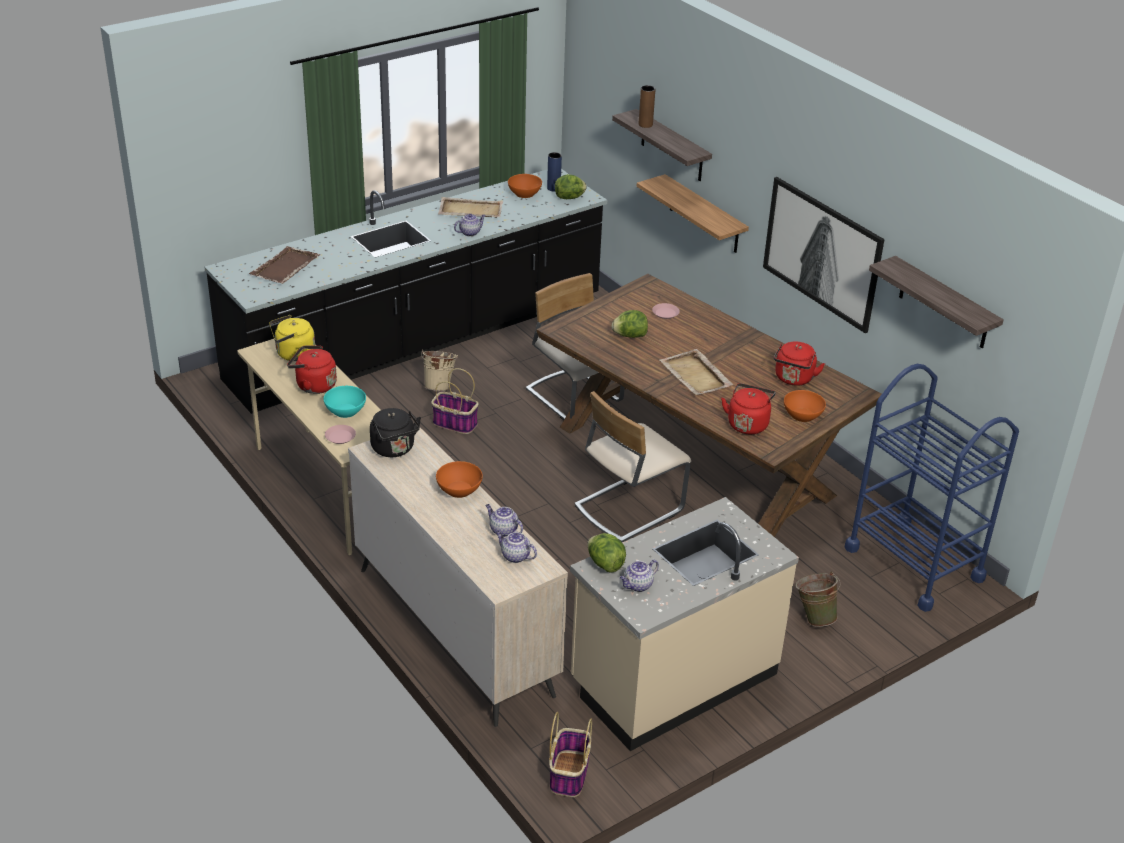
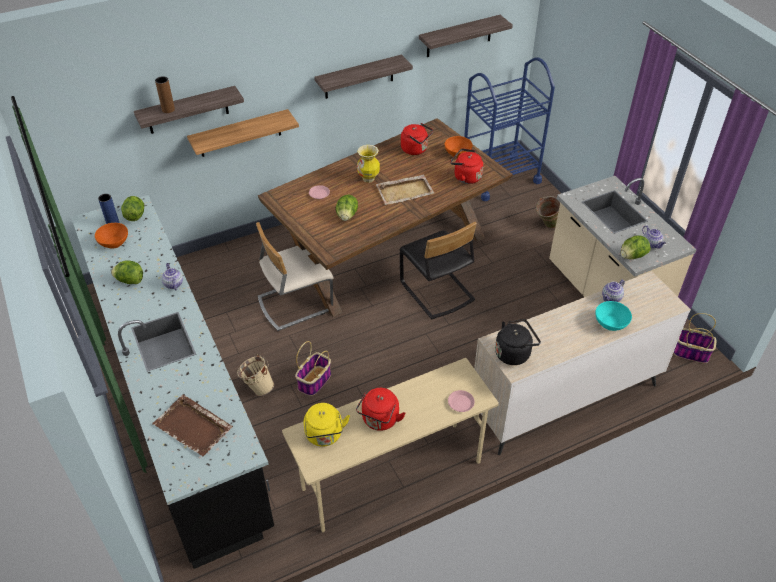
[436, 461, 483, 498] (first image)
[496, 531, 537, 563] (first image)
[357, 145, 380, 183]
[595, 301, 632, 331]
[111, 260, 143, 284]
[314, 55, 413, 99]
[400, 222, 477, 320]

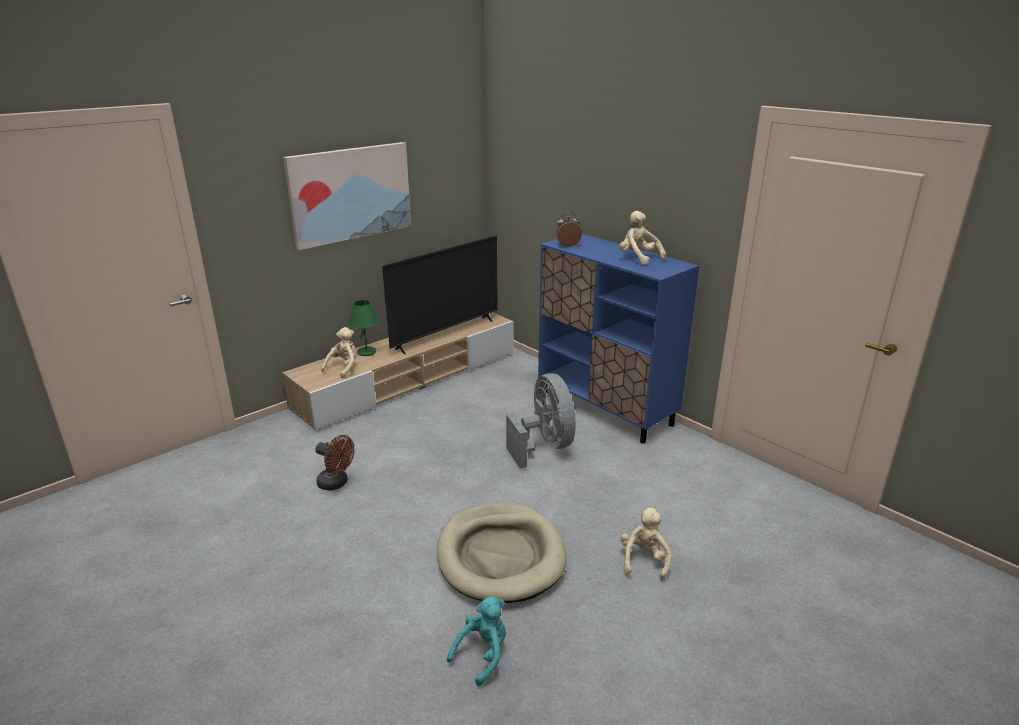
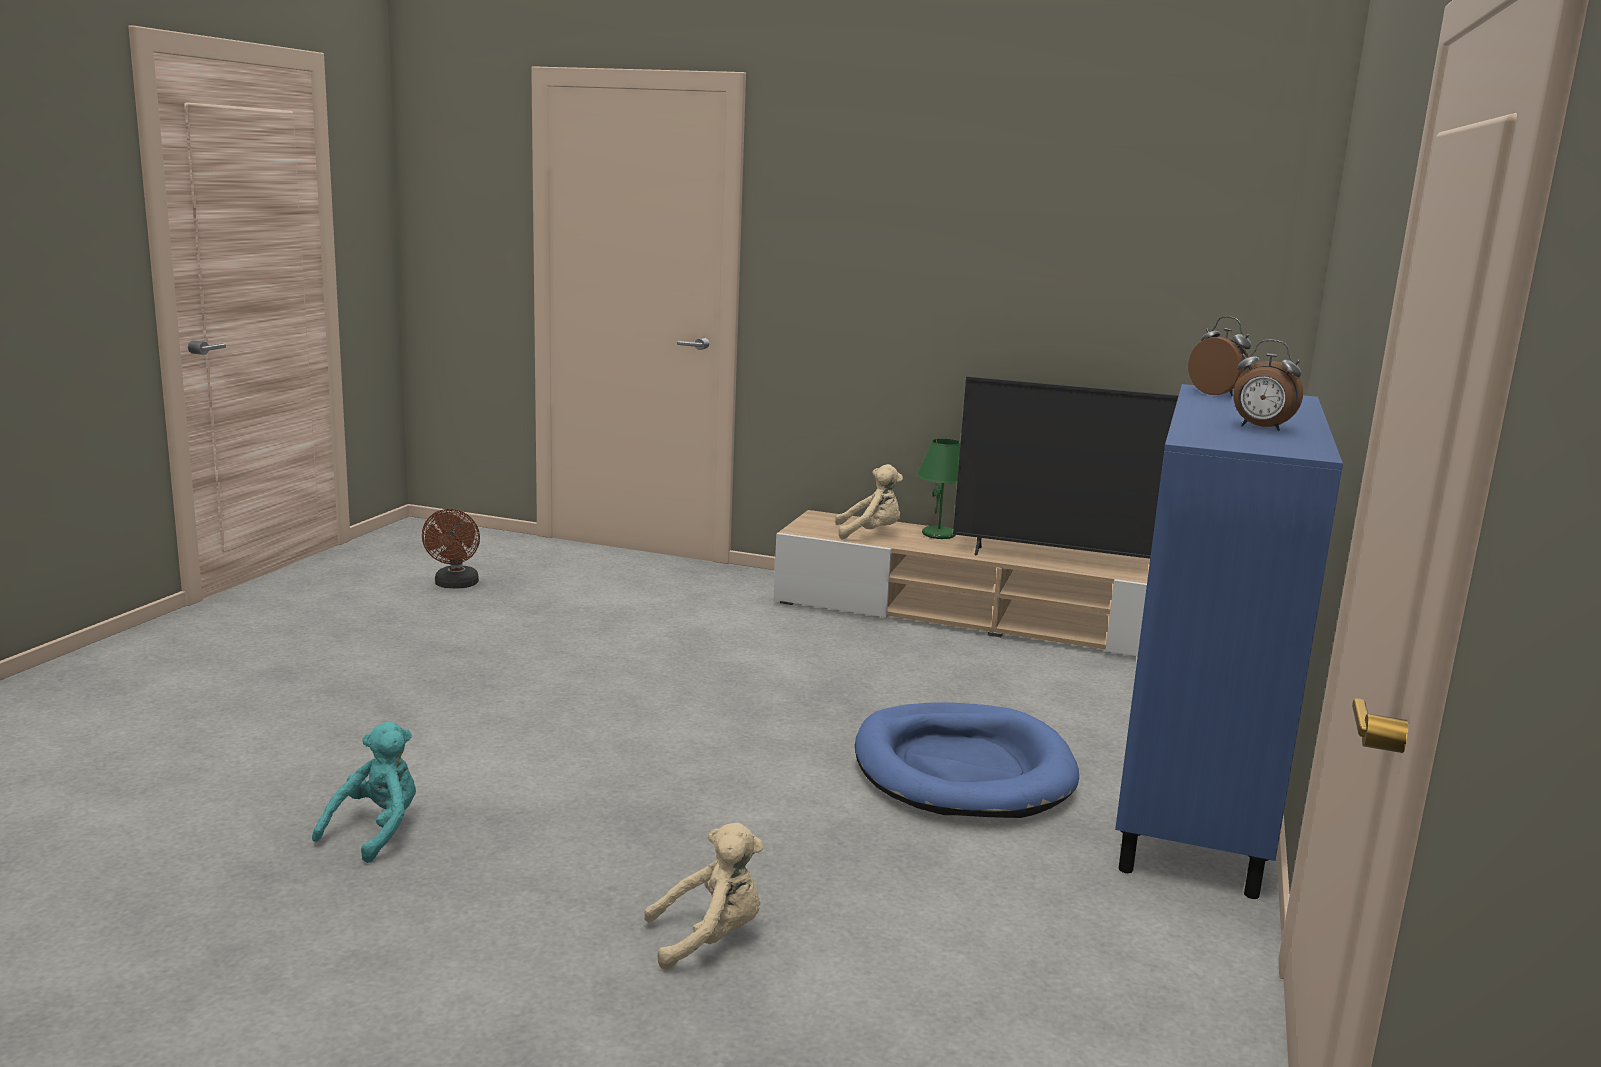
[283, 142, 411, 250] (first image)
[437, 503, 567, 603] (first image)
[422, 509, 480, 589]
[855, 702, 1079, 818]
[1233, 340, 1303, 431]
[312, 722, 416, 863]

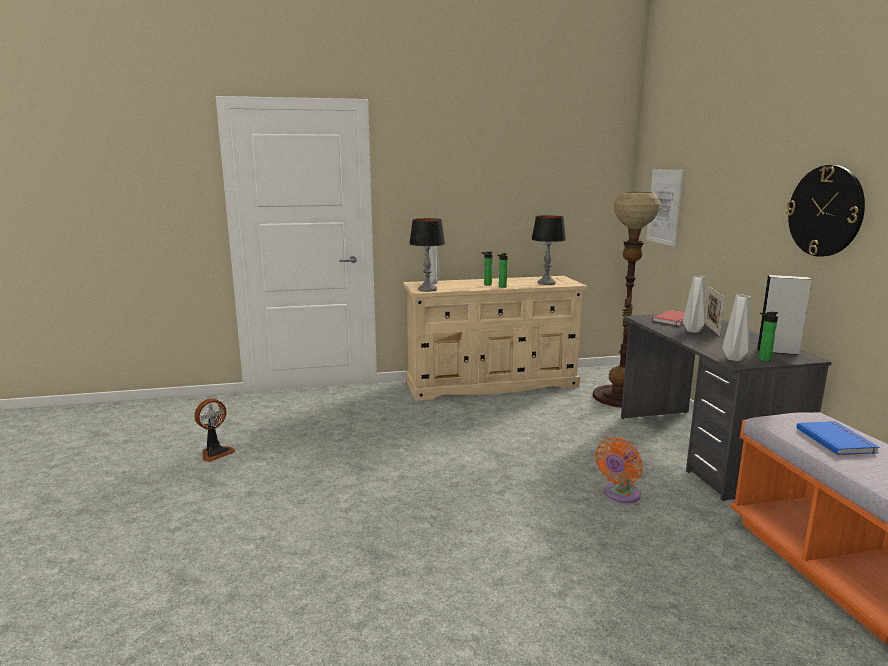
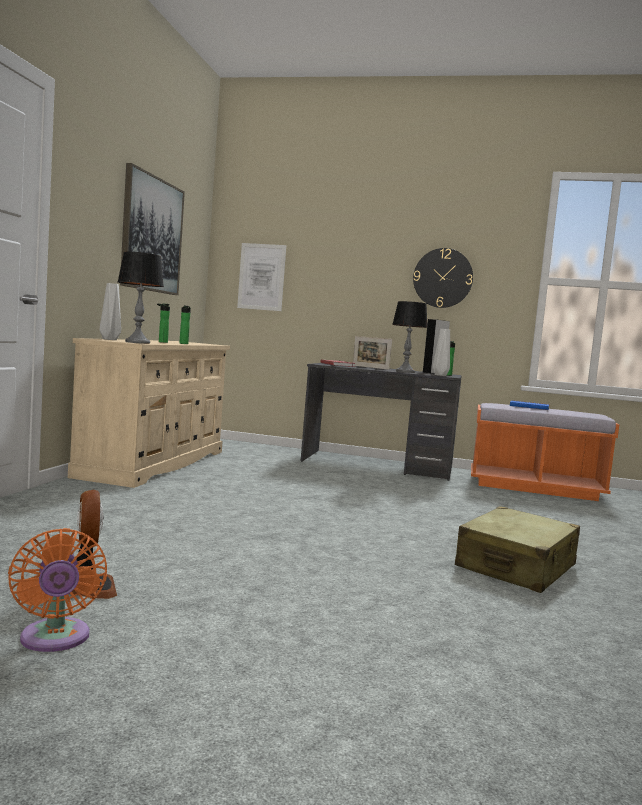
[593, 192, 660, 408] (first image)
[683, 276, 706, 333] (first image)
[120, 163, 185, 295]
[455, 506, 580, 593]
[392, 301, 428, 373]
[8, 528, 107, 652]

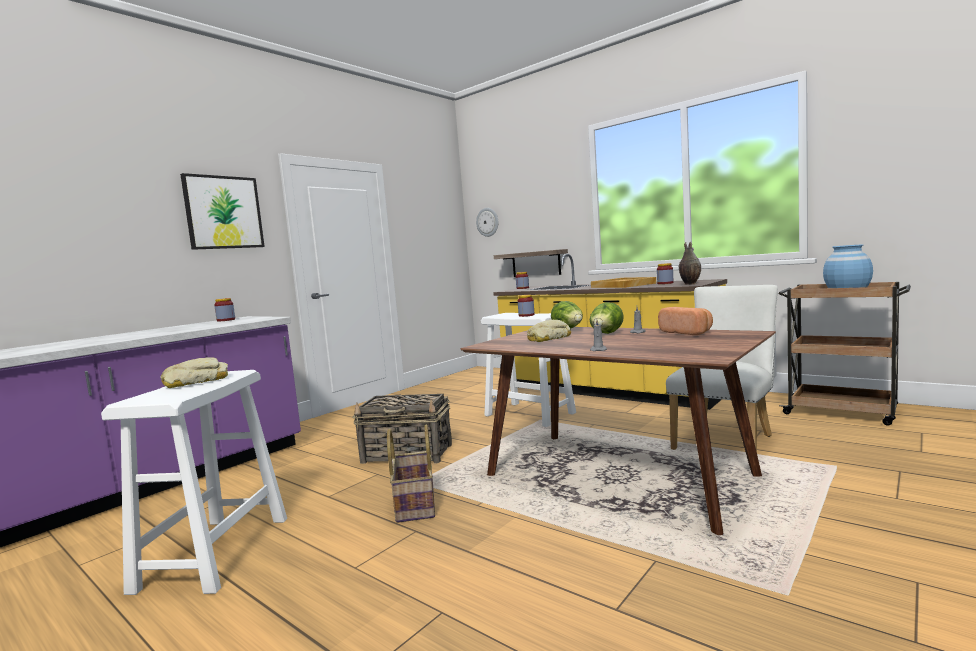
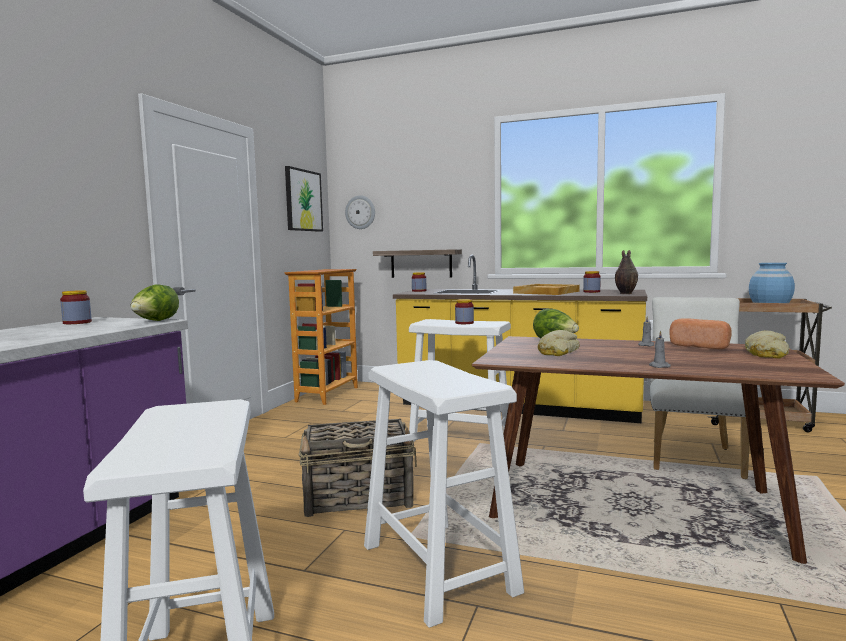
[284, 269, 358, 405]
[745, 330, 789, 358]
[285, 166, 323, 232]
[130, 284, 179, 321]
[364, 360, 524, 628]

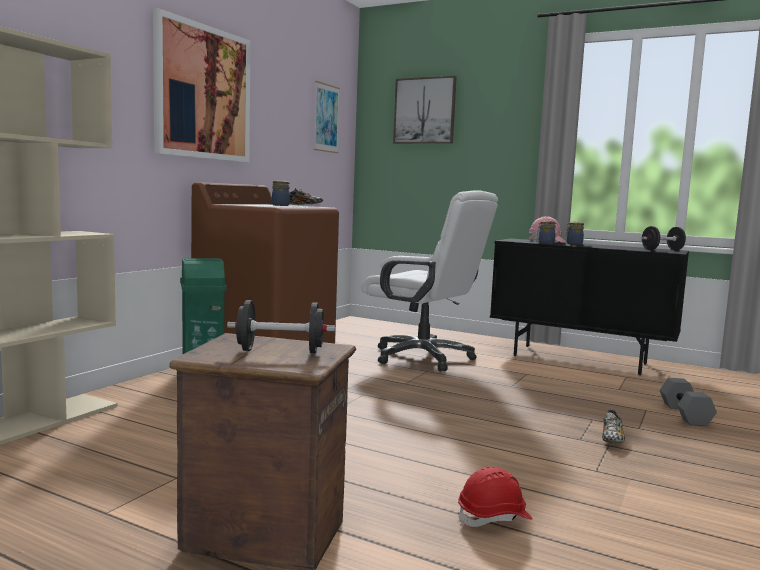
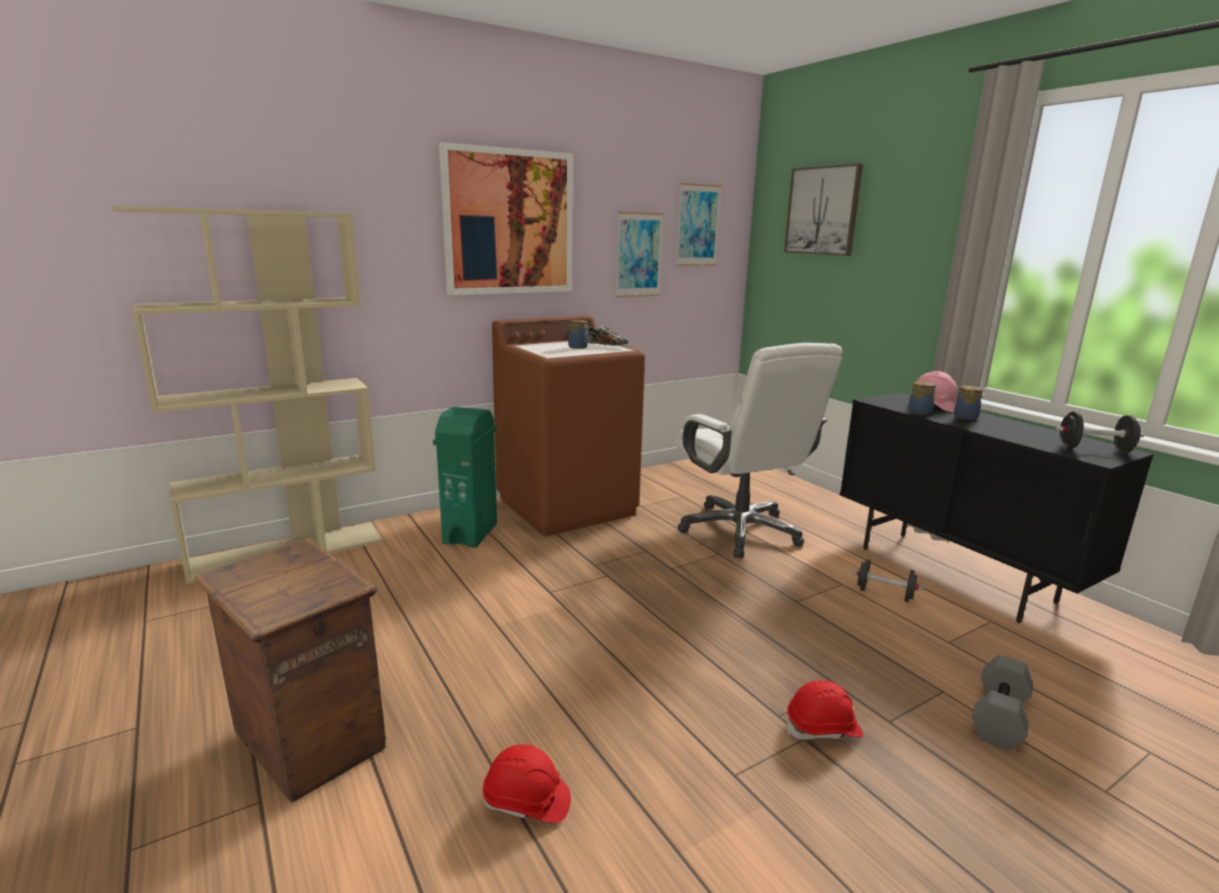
[615, 212, 663, 297]
[852, 559, 924, 602]
[786, 680, 863, 740]

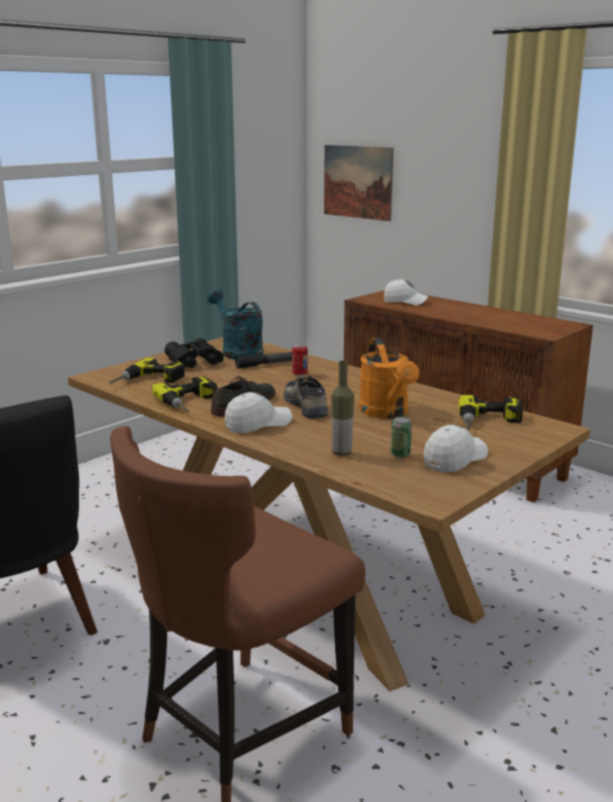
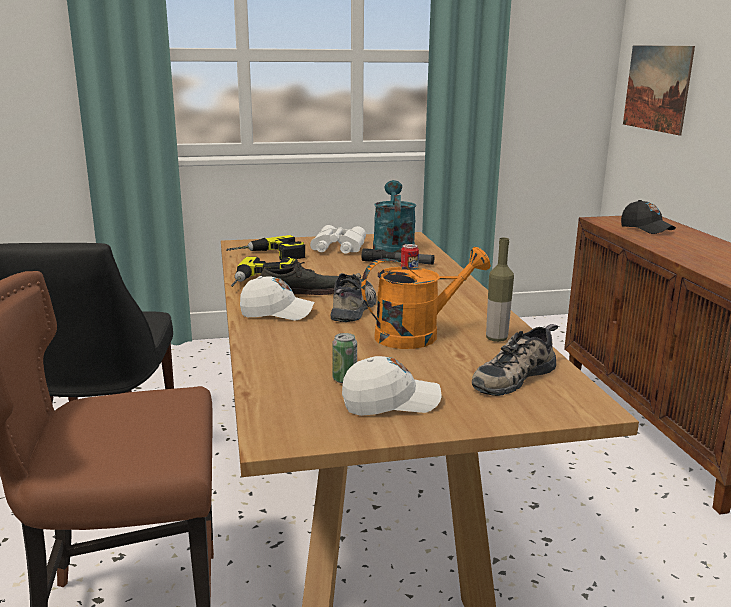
[486, 238, 514, 342]
[472, 324, 558, 396]
[310, 225, 366, 254]
[621, 200, 676, 234]
[361, 247, 491, 349]

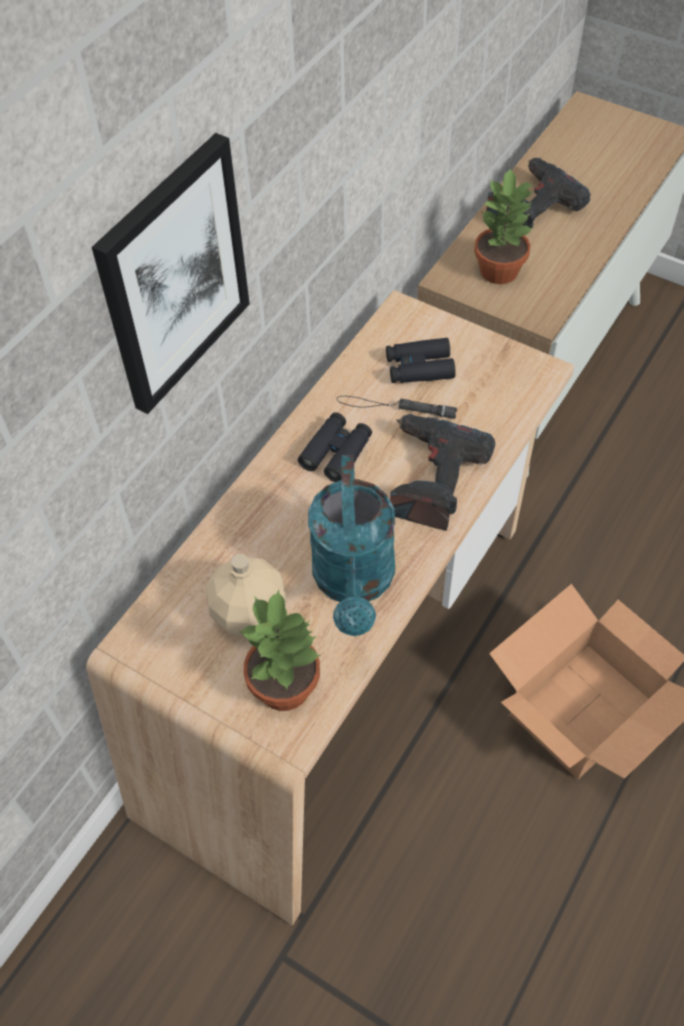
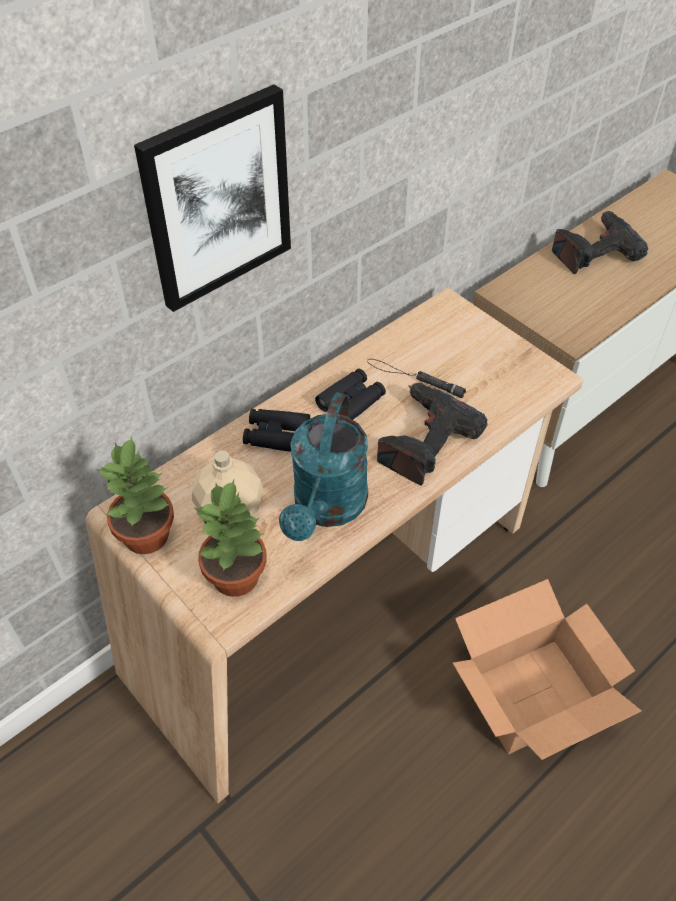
[243, 409, 310, 452]
[97, 437, 174, 554]

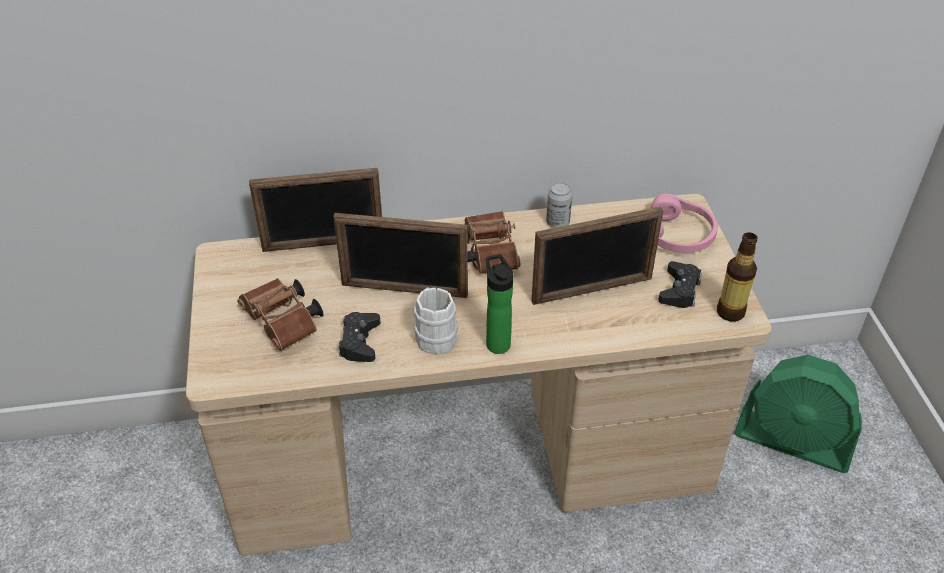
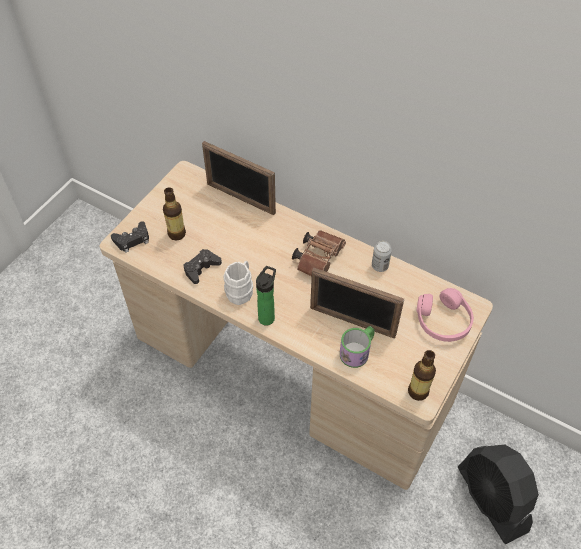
[333, 213, 468, 298] (first image)
[340, 326, 375, 368]
[111, 221, 149, 253]
[163, 187, 186, 240]
[458, 445, 539, 544]

